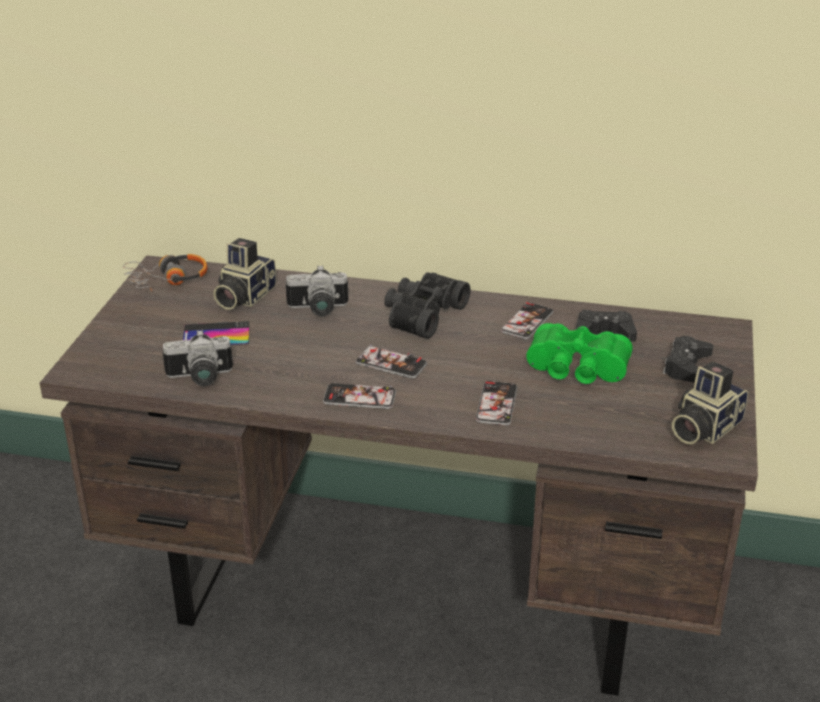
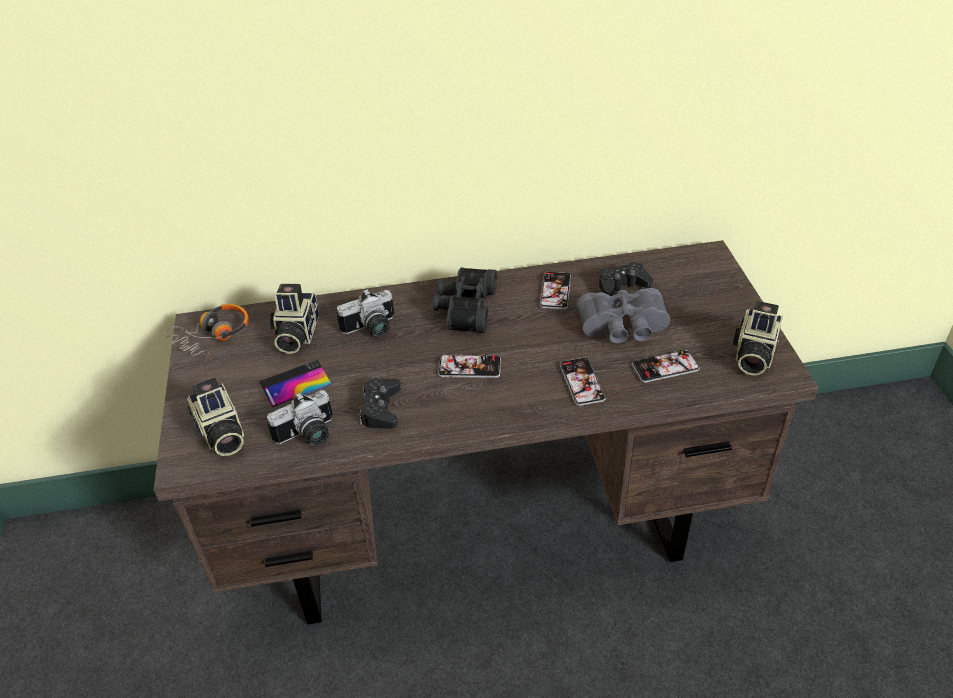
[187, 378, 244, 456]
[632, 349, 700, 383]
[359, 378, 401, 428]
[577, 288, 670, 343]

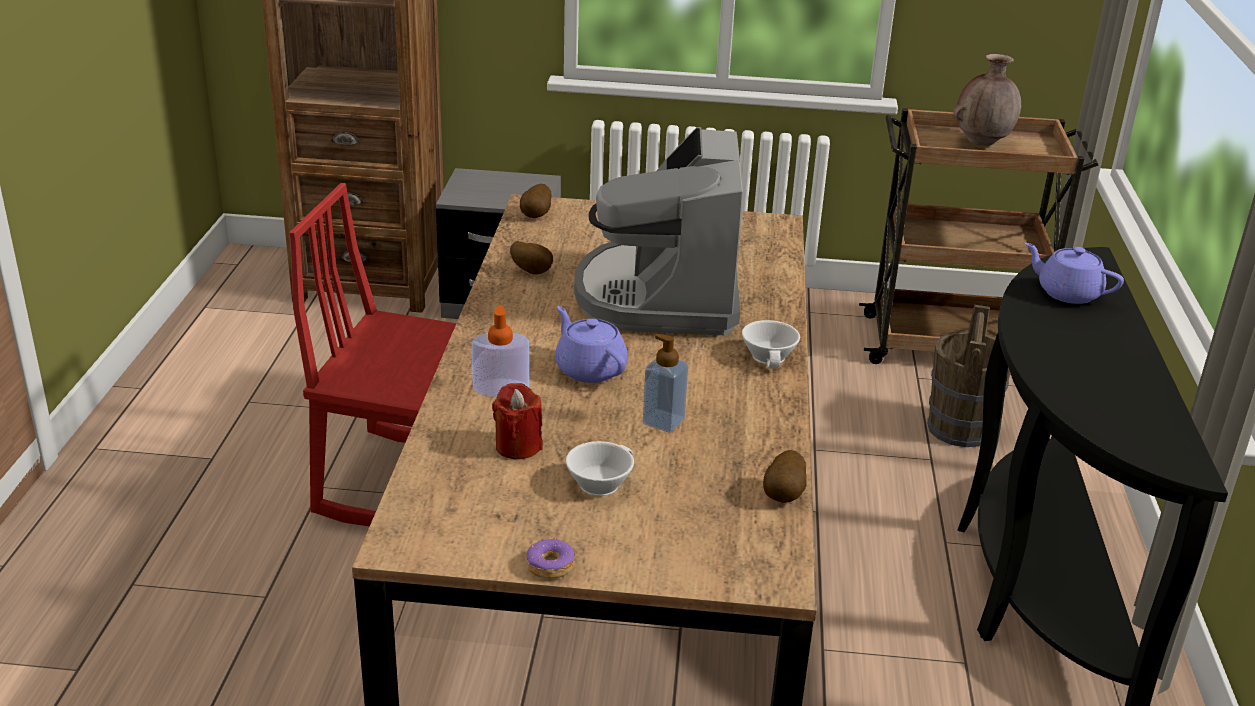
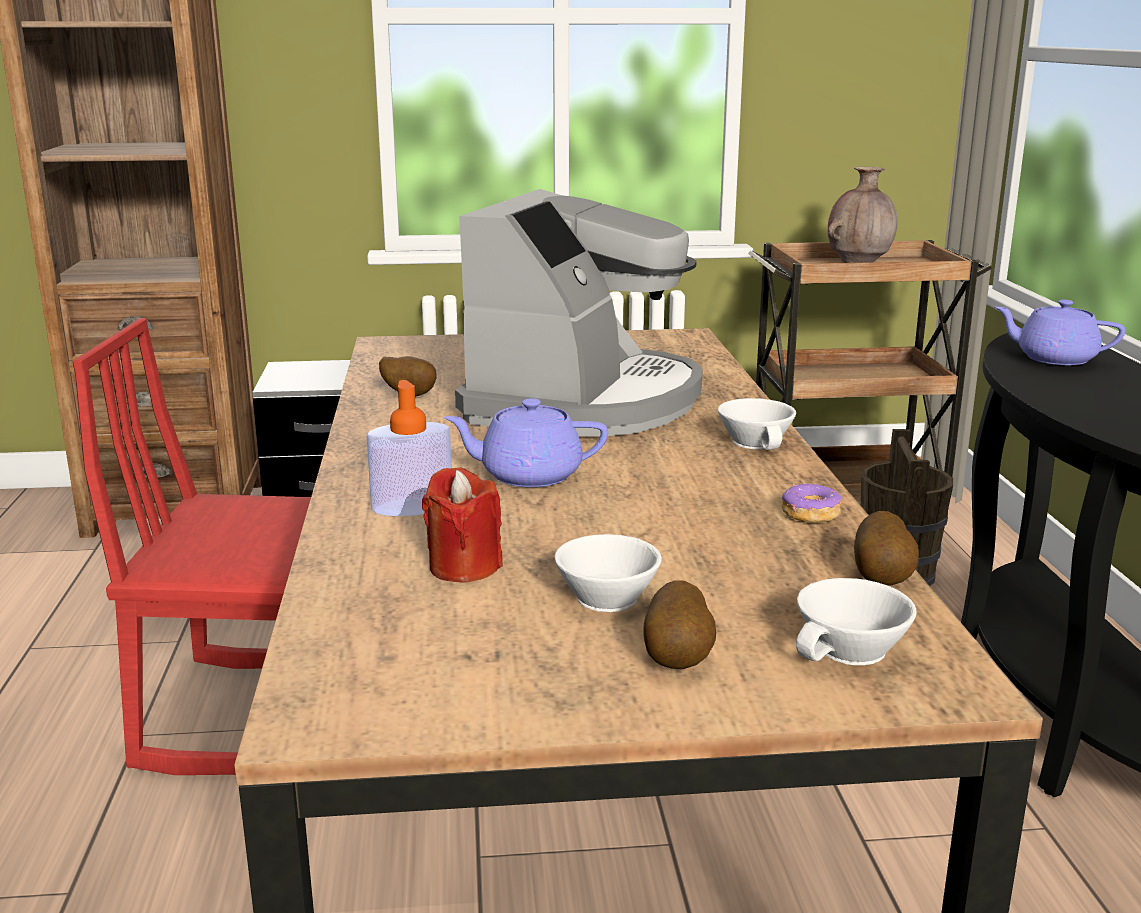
[643, 334, 688, 432] (first image)
[796, 578, 916, 665]
[644, 580, 716, 669]
[782, 483, 842, 523]
[443, 398, 608, 487]
[455, 189, 703, 437]

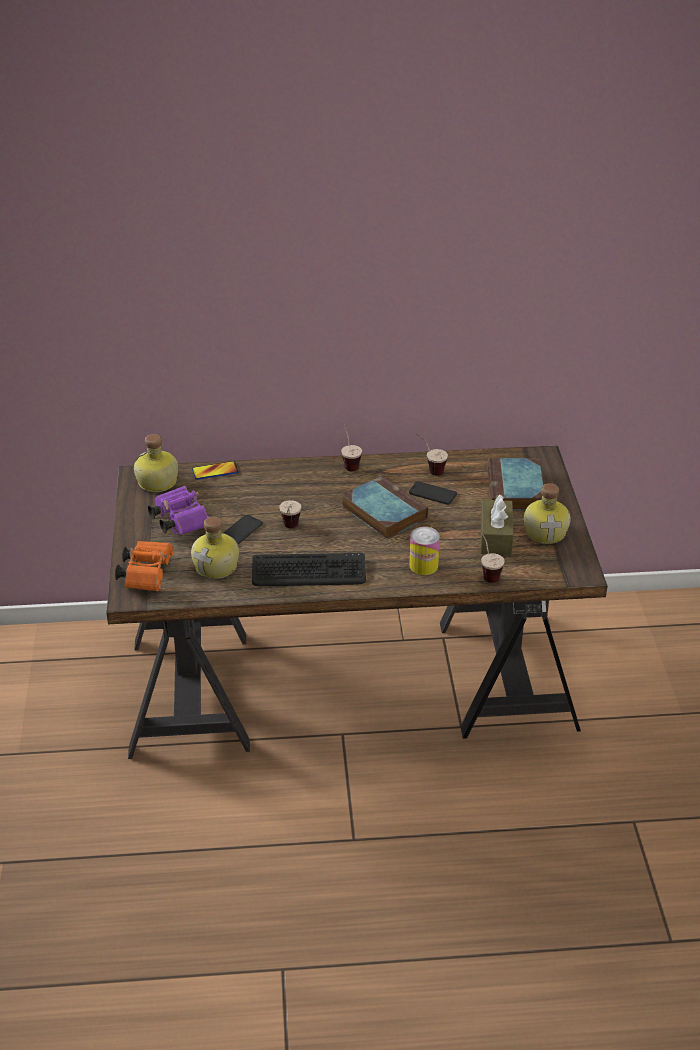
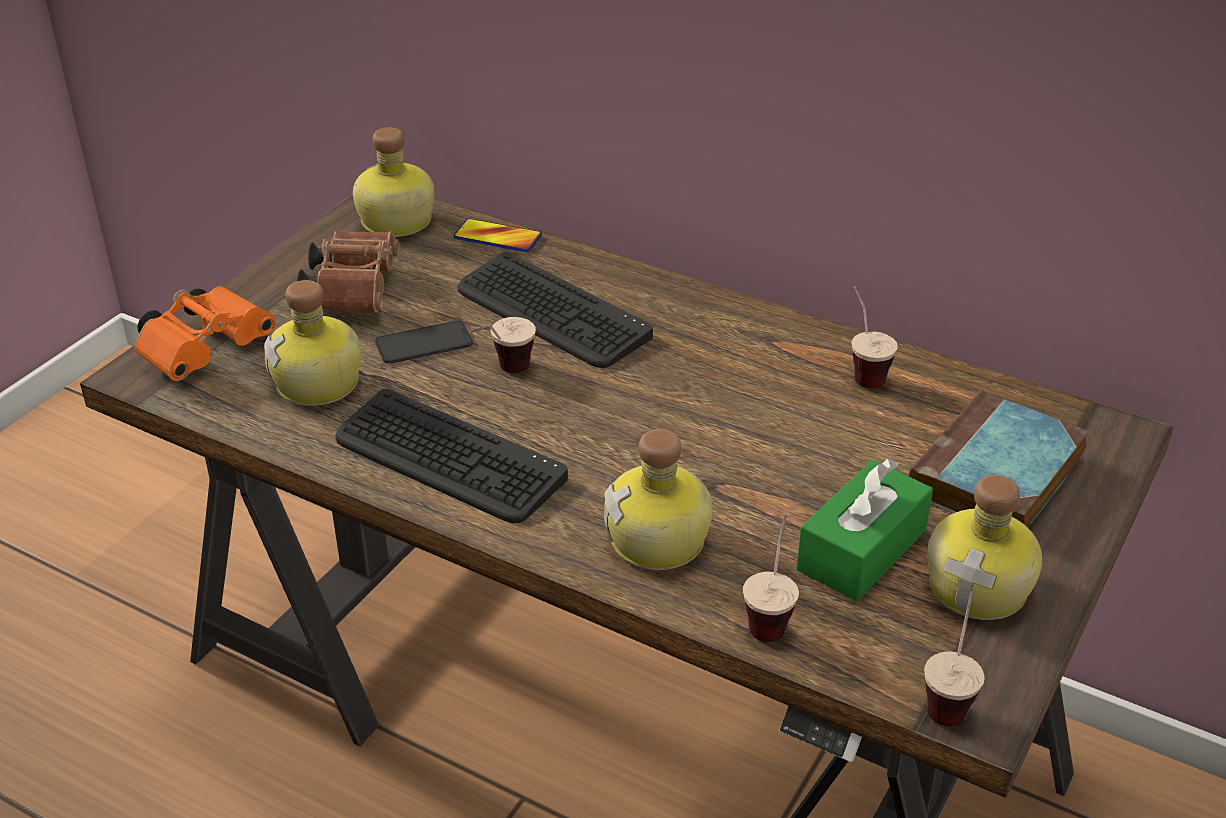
[342, 475, 428, 540] (first image)
[409, 481, 457, 505] (first image)
[458, 252, 653, 368]
[924, 592, 985, 727]
[604, 429, 713, 570]
[297, 231, 400, 313]
[796, 458, 933, 602]

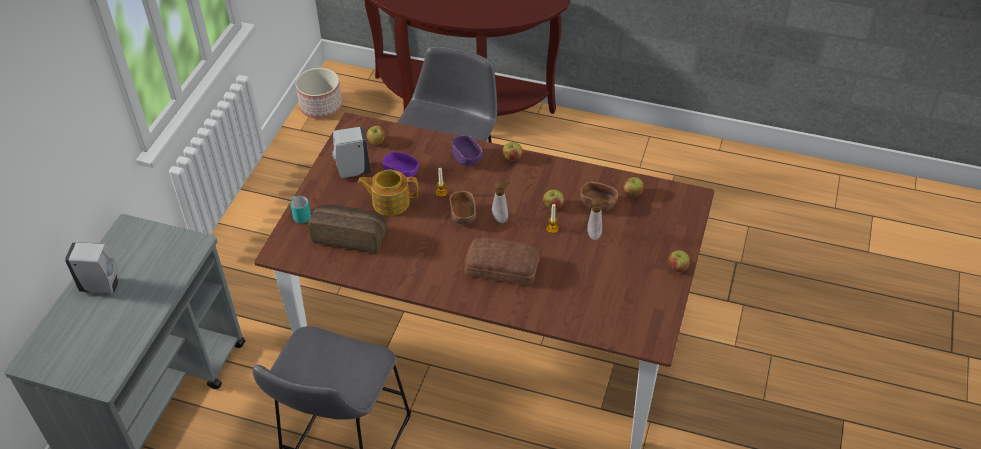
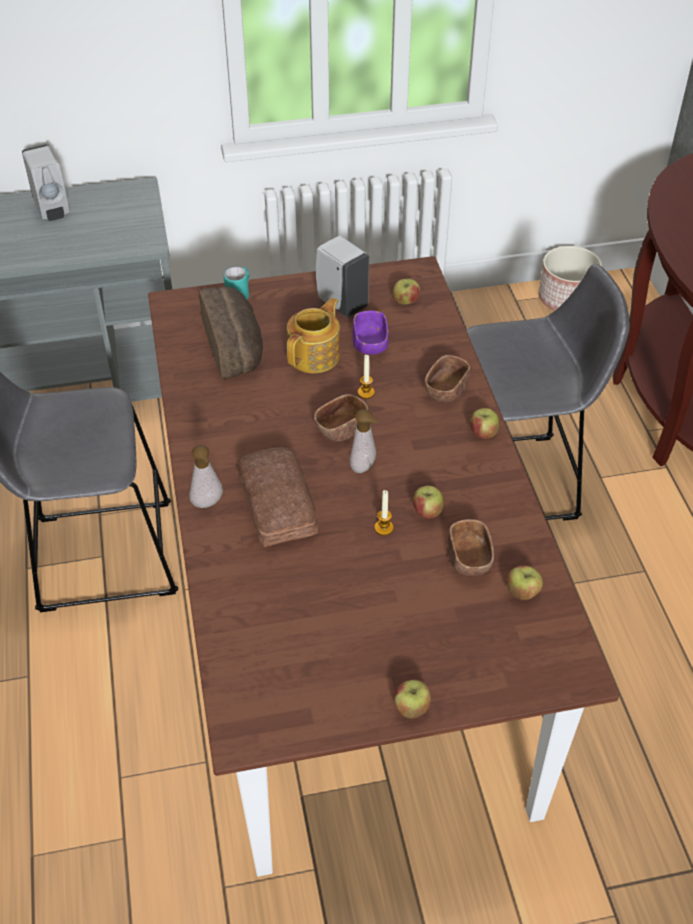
[189, 445, 223, 508]
[425, 355, 470, 402]
[287, 298, 340, 373]

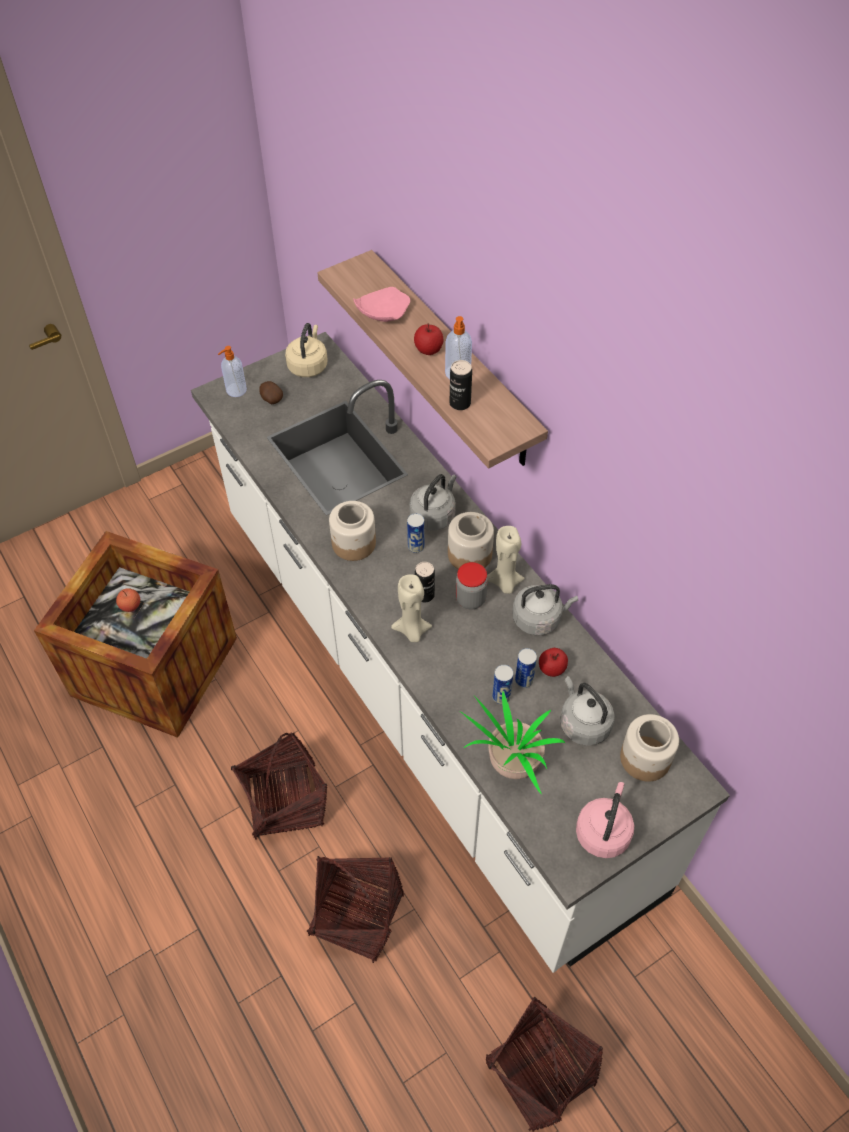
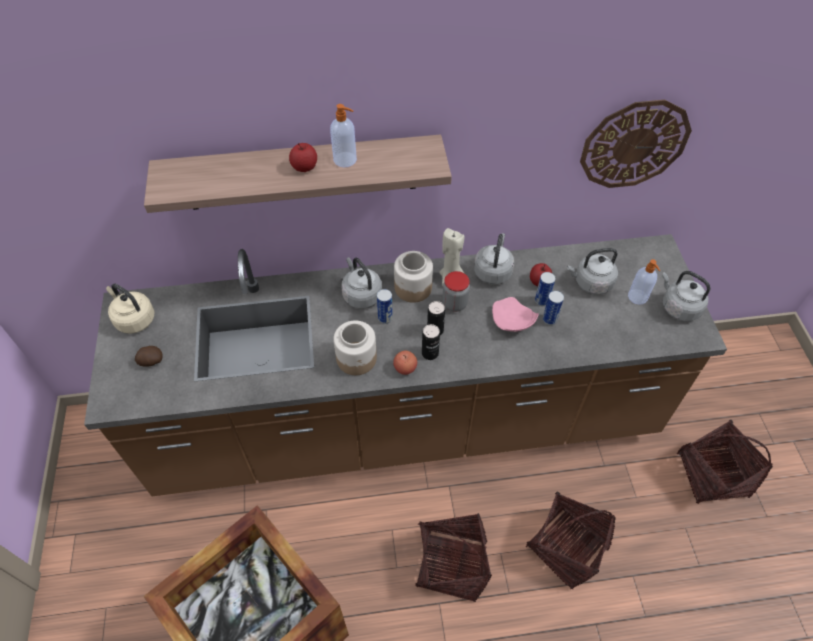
[391, 574, 432, 642] (first image)
[461, 691, 565, 794] (first image)
[620, 714, 679, 782] (first image)
[580, 100, 692, 188]
[393, 350, 417, 375]
[628, 259, 660, 305]
[492, 297, 539, 332]
[422, 324, 440, 360]
[84, 234, 727, 496]
[662, 271, 711, 321]

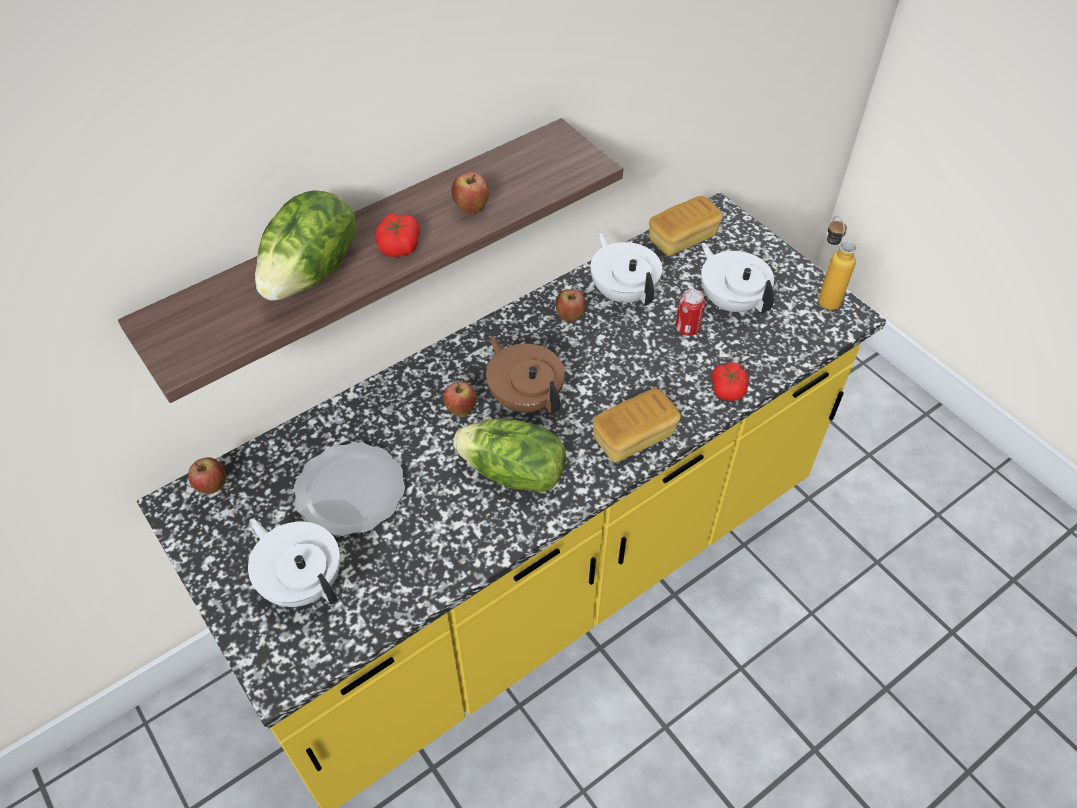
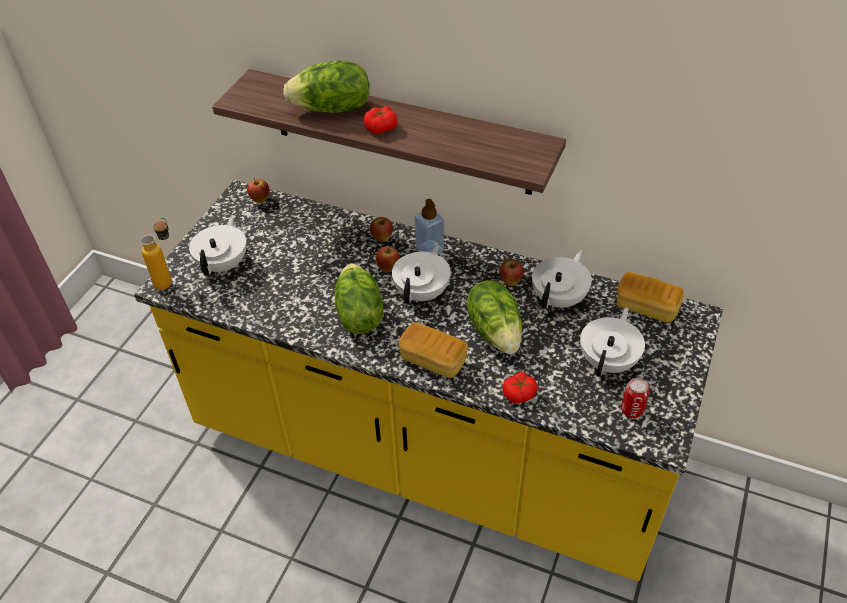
[294, 442, 405, 536] (first image)
[414, 199, 444, 254]
[467, 280, 522, 354]
[370, 217, 393, 242]
[621, 378, 649, 418]
[140, 218, 172, 290]
[392, 242, 451, 305]

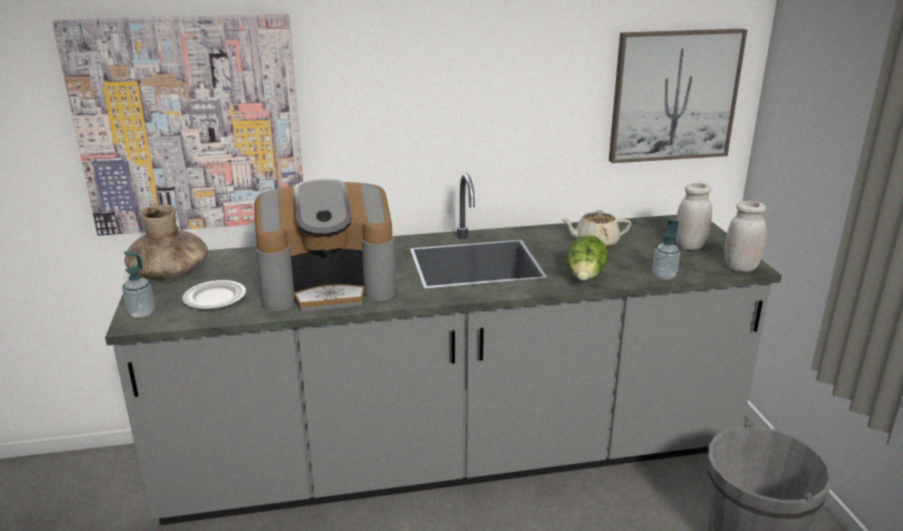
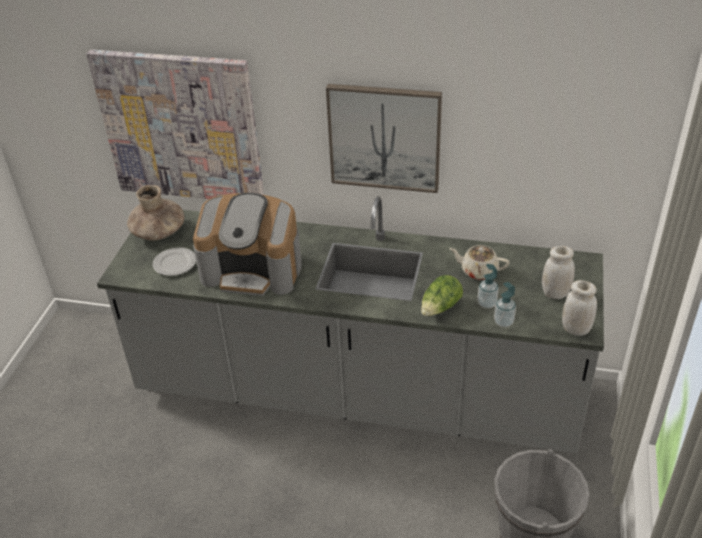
[477, 264, 499, 309]
[326, 84, 442, 193]

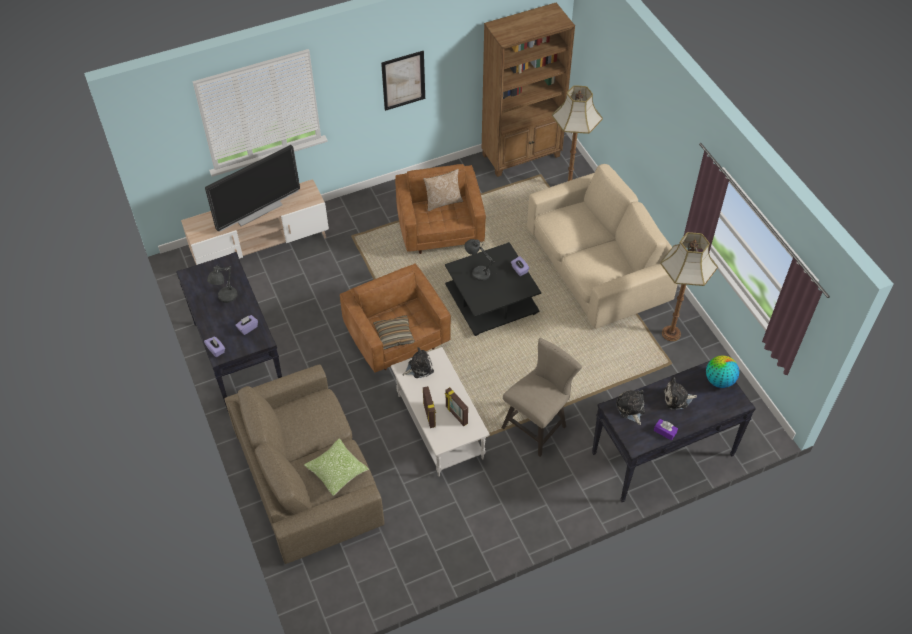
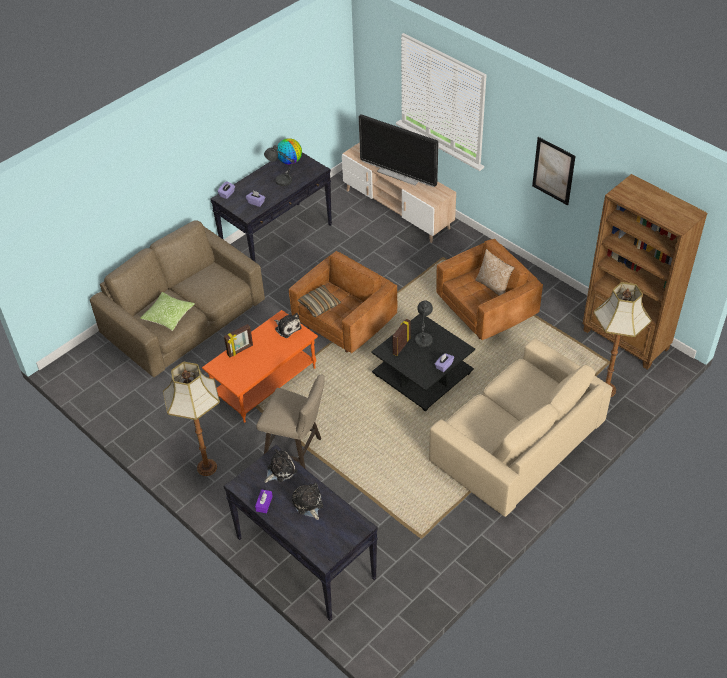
[392, 319, 411, 356]
[163, 362, 220, 476]
[277, 138, 302, 165]
[202, 310, 318, 423]

